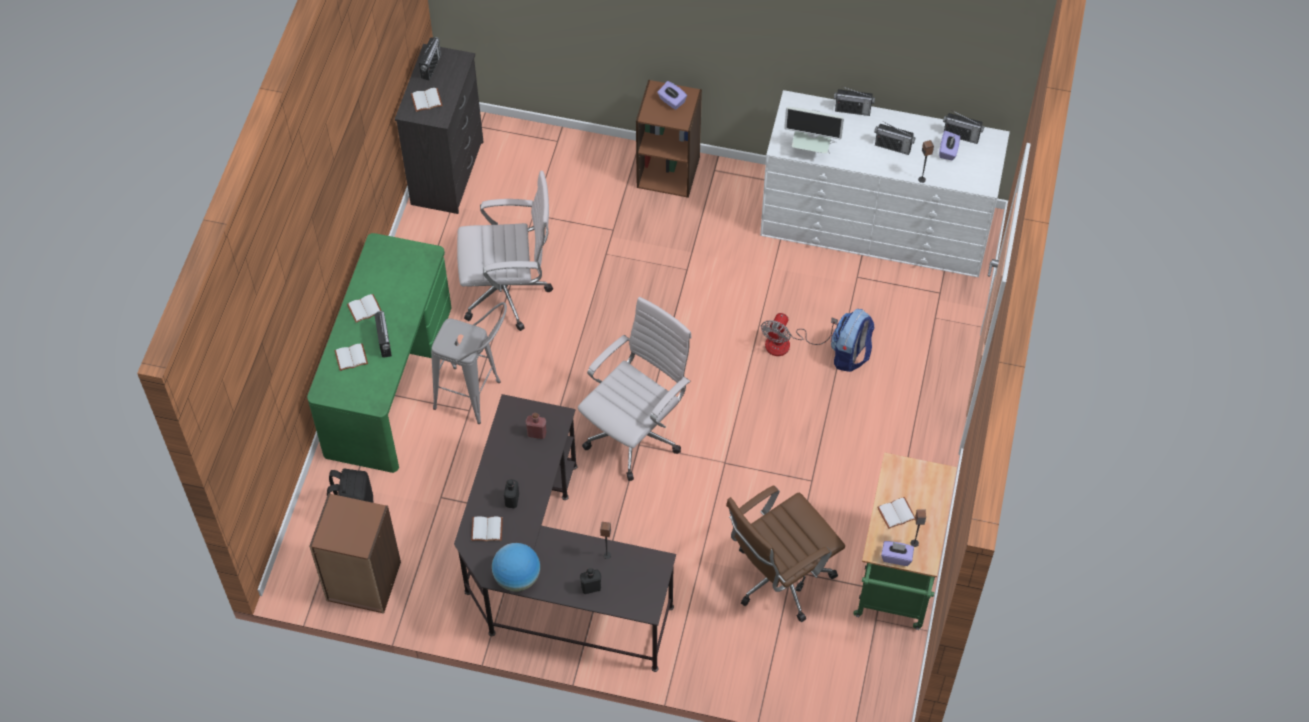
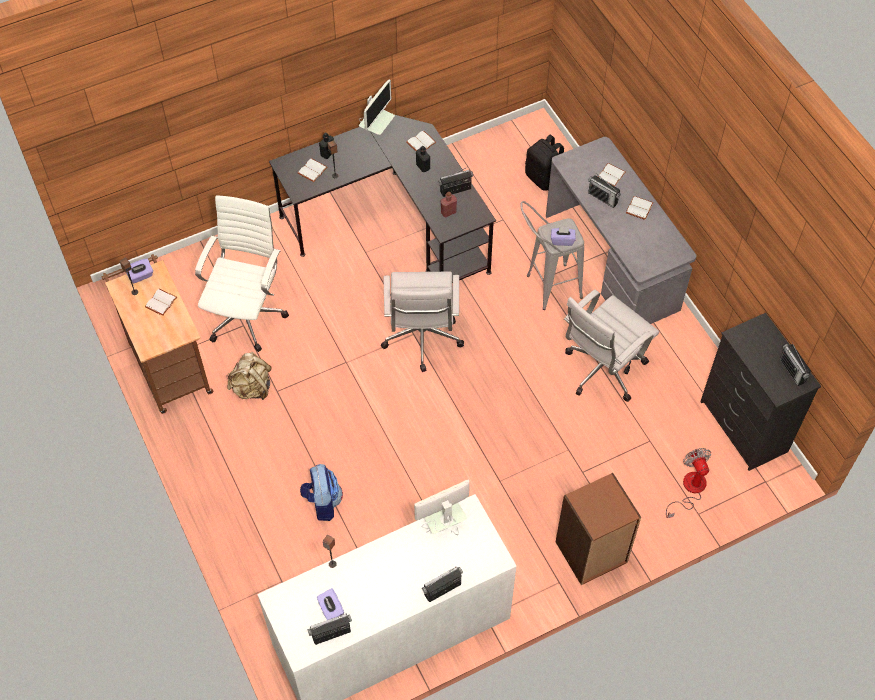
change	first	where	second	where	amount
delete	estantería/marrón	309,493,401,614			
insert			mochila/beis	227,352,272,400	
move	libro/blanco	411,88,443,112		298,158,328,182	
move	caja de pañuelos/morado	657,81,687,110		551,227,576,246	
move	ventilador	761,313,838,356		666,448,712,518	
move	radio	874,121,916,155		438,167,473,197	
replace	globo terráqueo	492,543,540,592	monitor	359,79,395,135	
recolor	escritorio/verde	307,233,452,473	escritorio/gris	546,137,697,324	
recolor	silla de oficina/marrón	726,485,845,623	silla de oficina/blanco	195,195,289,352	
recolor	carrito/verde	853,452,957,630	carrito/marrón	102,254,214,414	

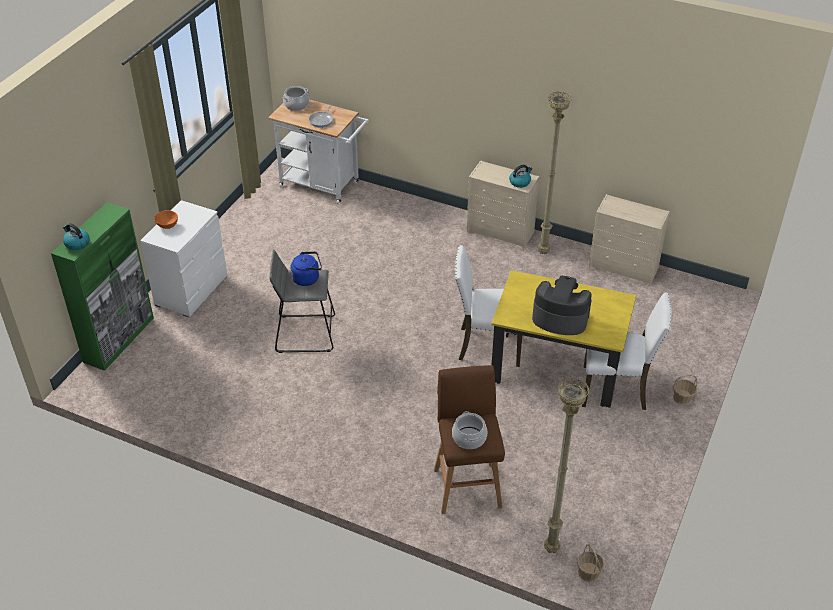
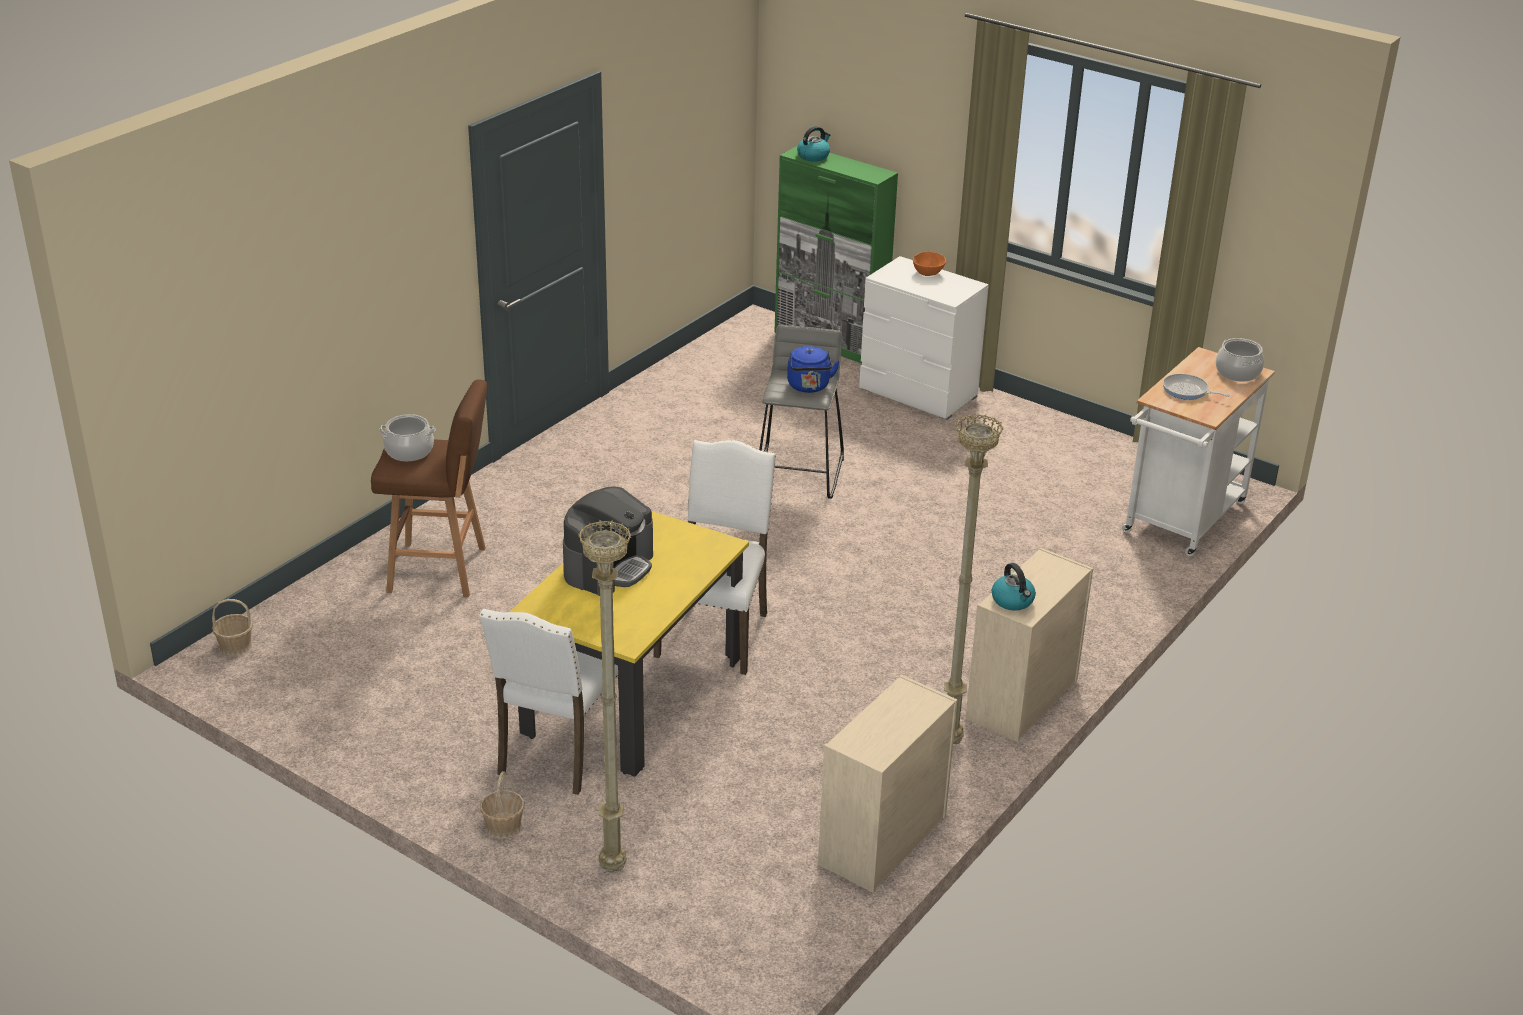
change	first	where	second	where	amount
move	lámpara de pie/beis	544,377,590,553		578,520,632,873	

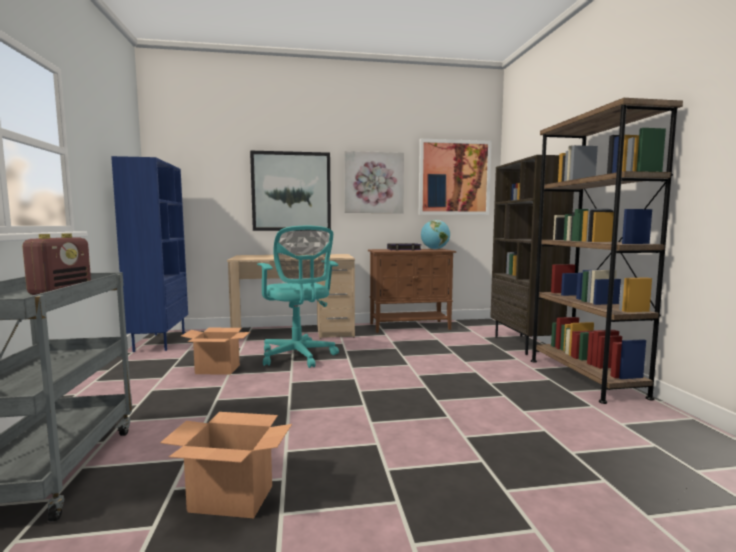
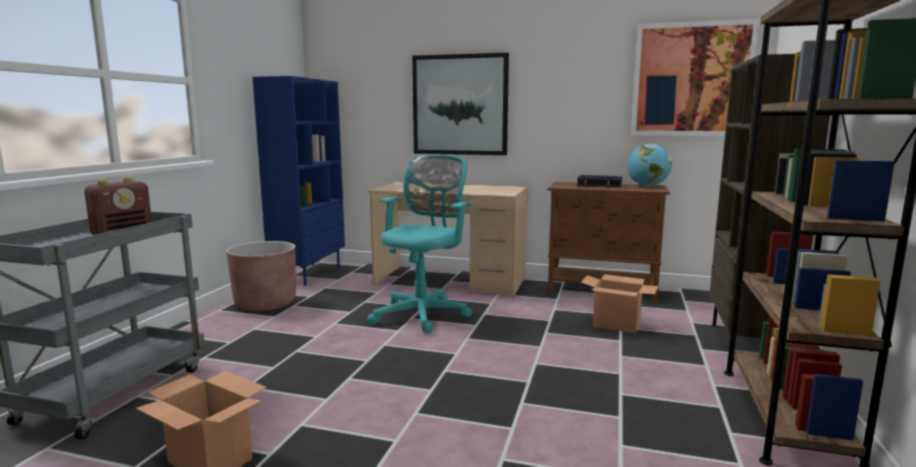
change	first	where	second	where	amount
delete	cuadro	344,151,404,213			
insert			maceta/marrón	226,241,296,312	
move	caja de cartón	181,328,250,375		581,274,658,333	
rotate	silla de oficina/turquesa	257,226,339,368		367,154,473,333	150 degrees counterclockwise

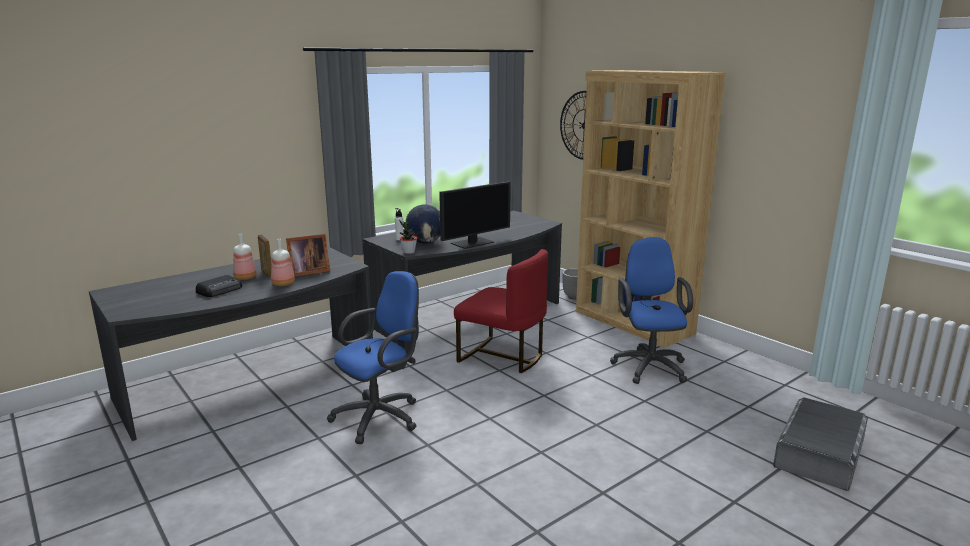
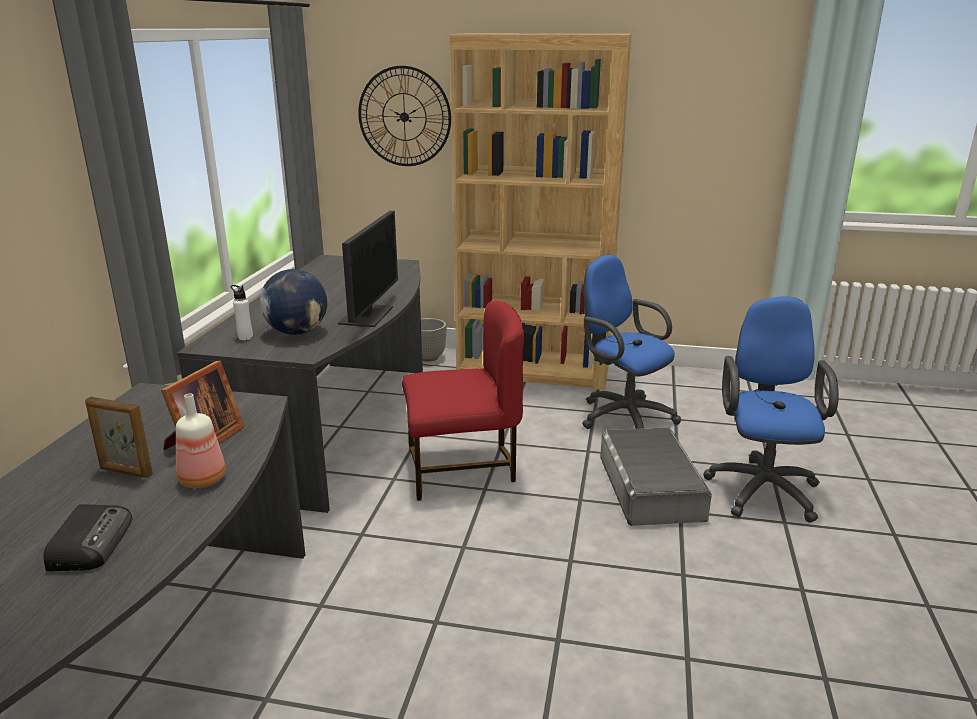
change	first	where	second	where	amount
delete	botella	233,234,257,280			
delete	planta en maceta	399,220,417,254			
move	silla de oficina/azul	327,271,419,444		703,297,839,523	
move	caja de almacenaje/gris	773,397,868,491		600,428,712,526	

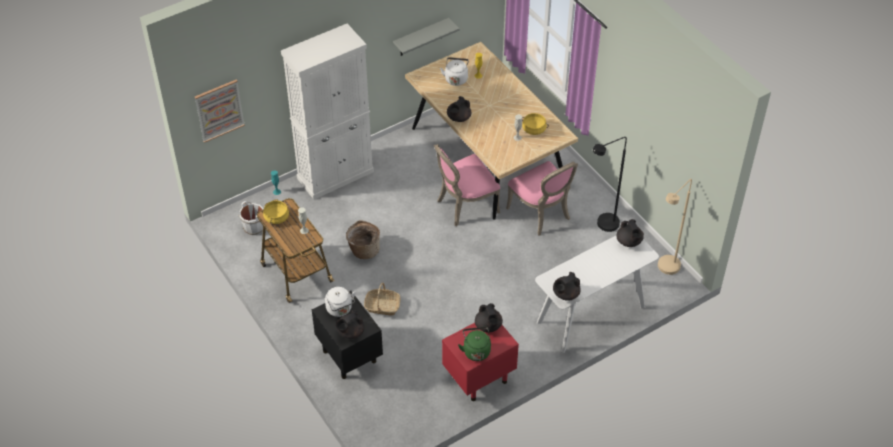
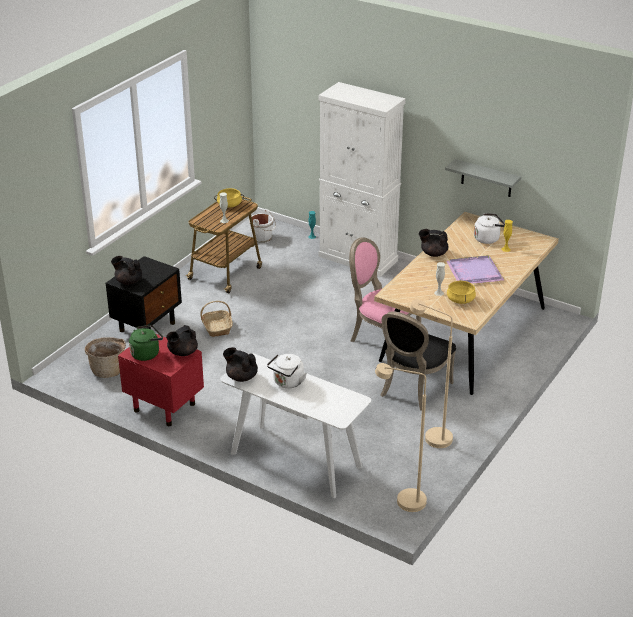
change	first	where	second	where	amount
delete	cuadro	194,80,245,143			
delete	tetera/negro	616,219,644,247			
insert			bandeja/morado	446,255,504,284	
move	hervidor/blanco	325,287,355,317		267,354,307,388	
move	cesta	346,220,380,259		85,337,126,378	
recolor	silla/rosa	506,161,578,235	silla/negro	381,311,456,410	
recolor	lámpara de pie/negro	593,137,627,232	lámpara de pie/beis	410,299,453,448	

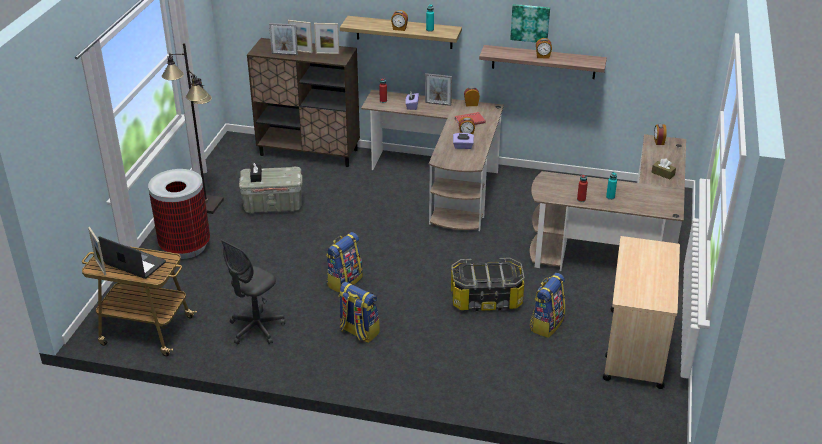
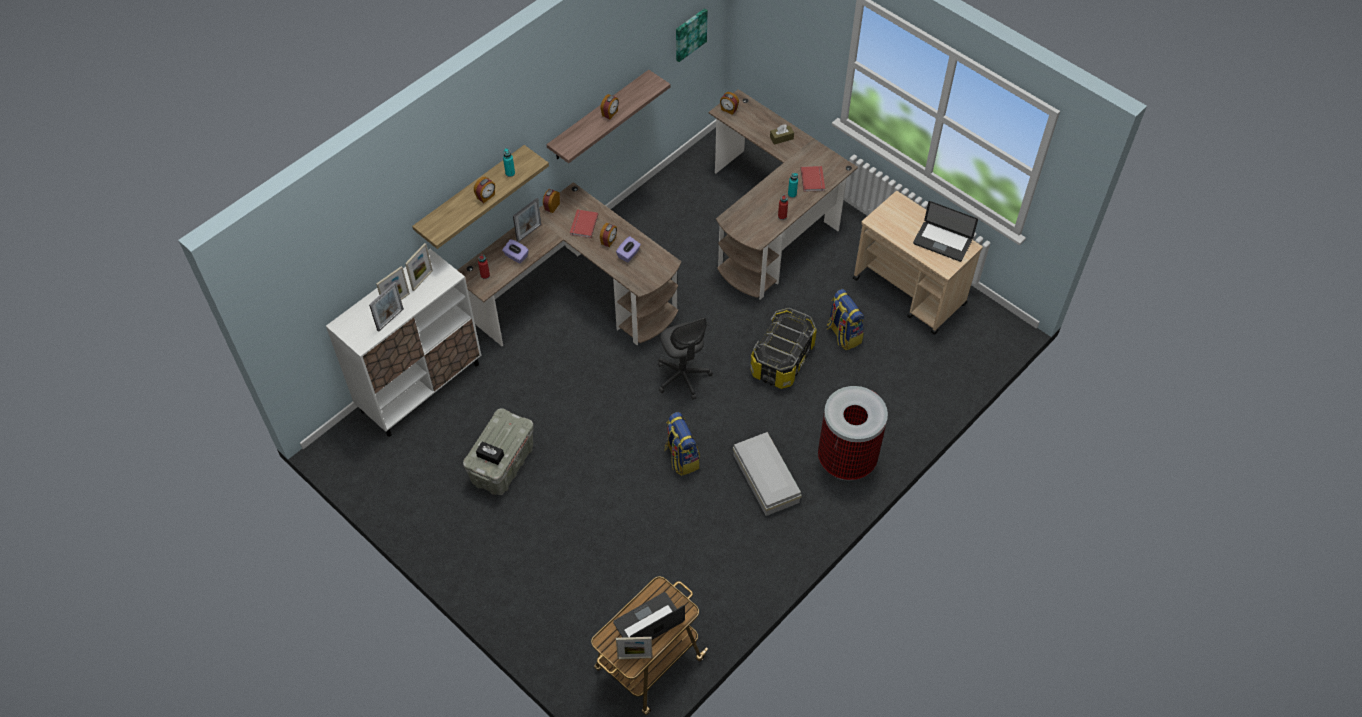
change	first	where	second	where	amount
delete	lámpara de pie/negro	162,43,224,214			
insert			libro/rojo	801,166,825,191	
insert			portátil	913,201,978,262	
move	papelera	148,169,210,259		818,386,888,481	
move	silla de oficina/gris	221,240,285,345		658,318,713,400	
move	cuadro	510,4,550,42		676,8,708,62	
replace	mochila	339,282,380,343	caja de almacenaje/blanco	733,432,802,516	
recolor	armario/marrón	247,38,360,167	armario/blanco	326,249,481,437	

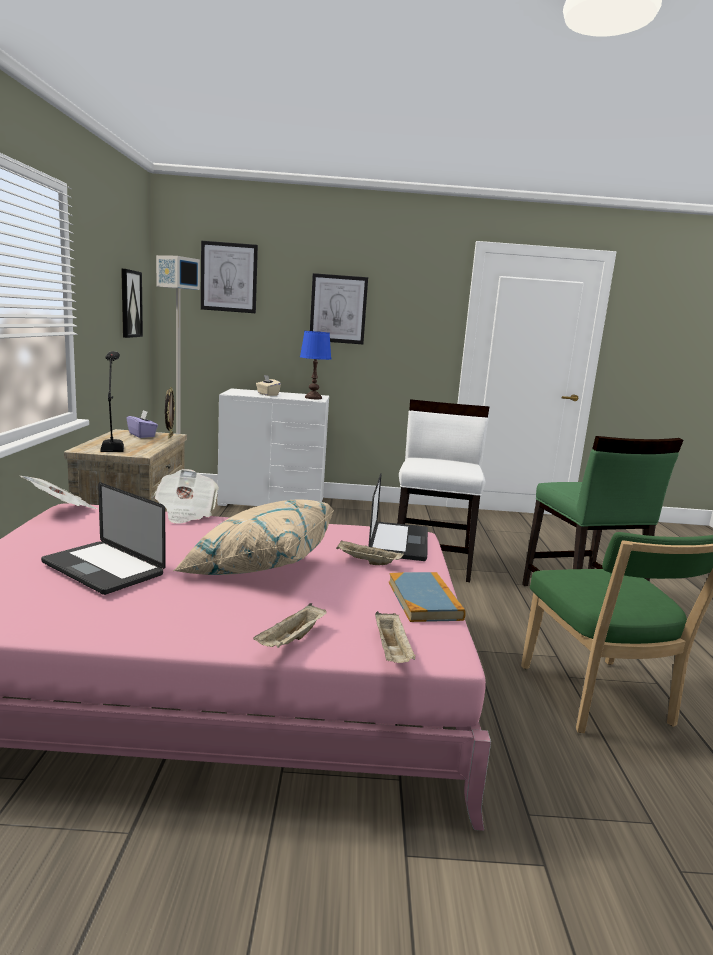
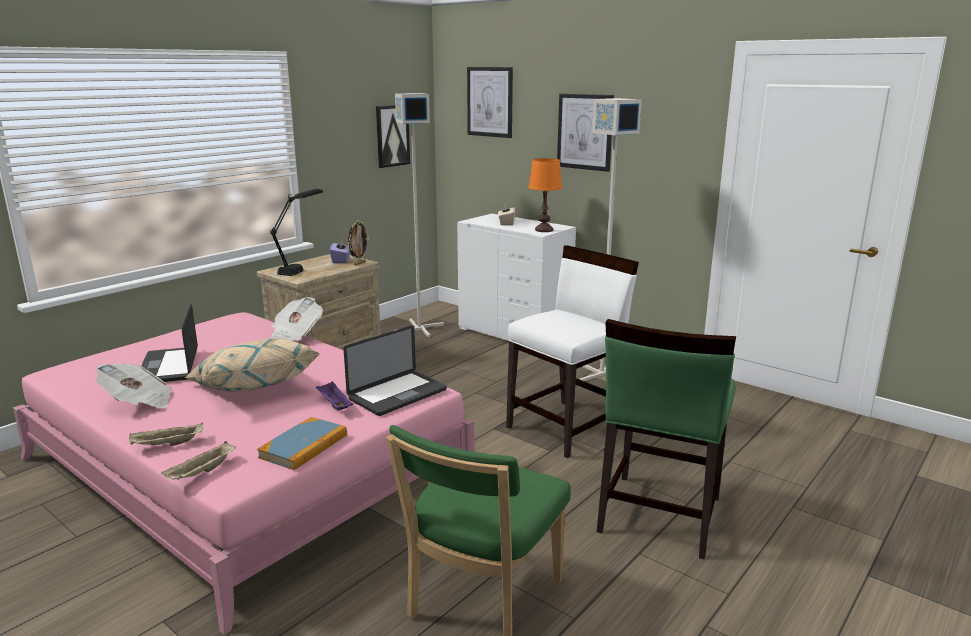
change	first	where	second	where	amount
insert			lámpara de pie/gris	580,98,642,381	
move	periódico	20,476,97,509		96,363,172,408	
recolor	lámpara de mesa/azul	300,331,331,399	lámpara de mesa/naranja	528,158,562,232	
recolor	bandeja/beis	336,540,404,565	bandeja/morado	316,381,353,410	

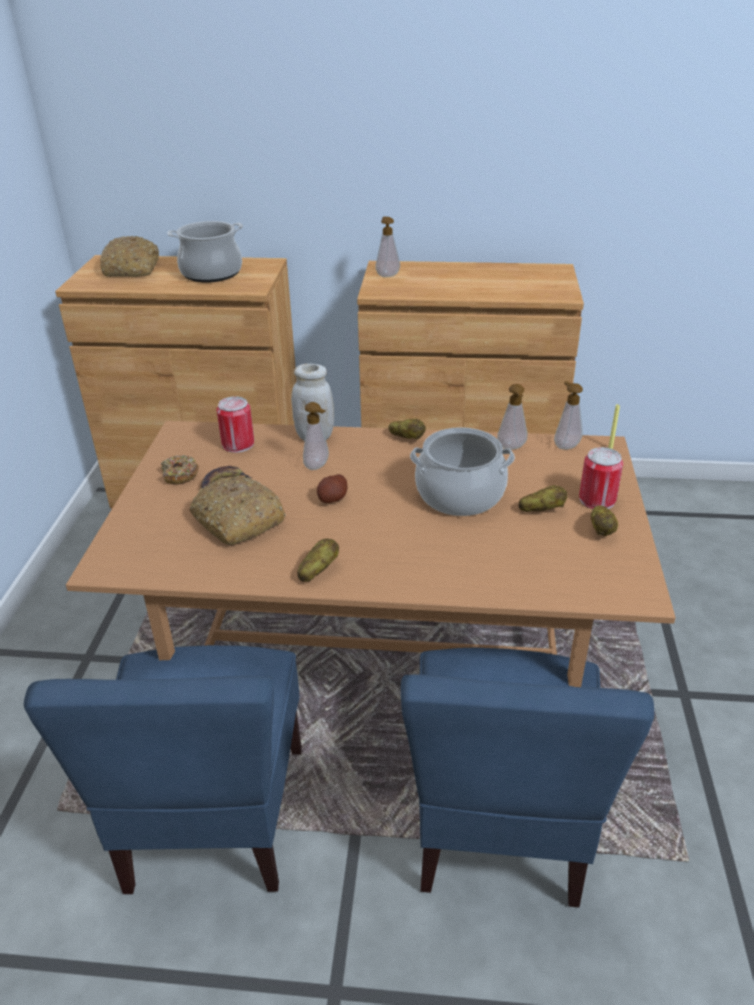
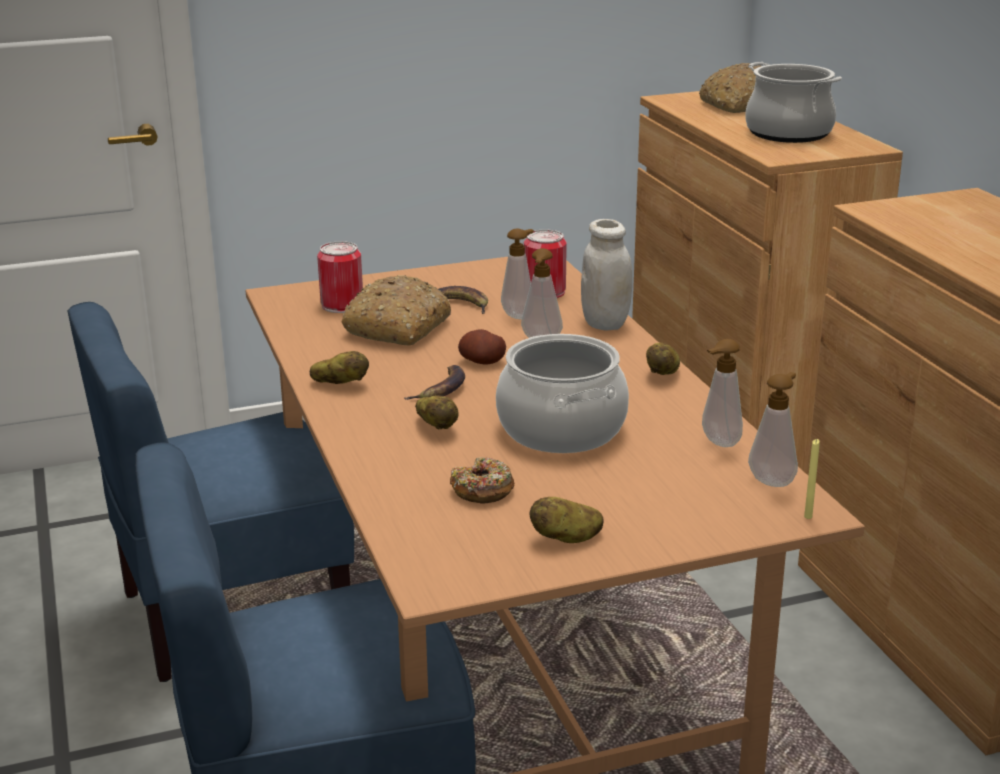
change	first	where	second	where	amount
insert			plátano	404,365,465,400	
move	rosquilla	161,455,199,485		450,457,515,503	
move	dispensador de jabón	375,217,400,277		501,228,534,319	
move	patata	519,485,567,512		415,395,459,429	
move	lata	579,447,623,509		317,241,363,313	

